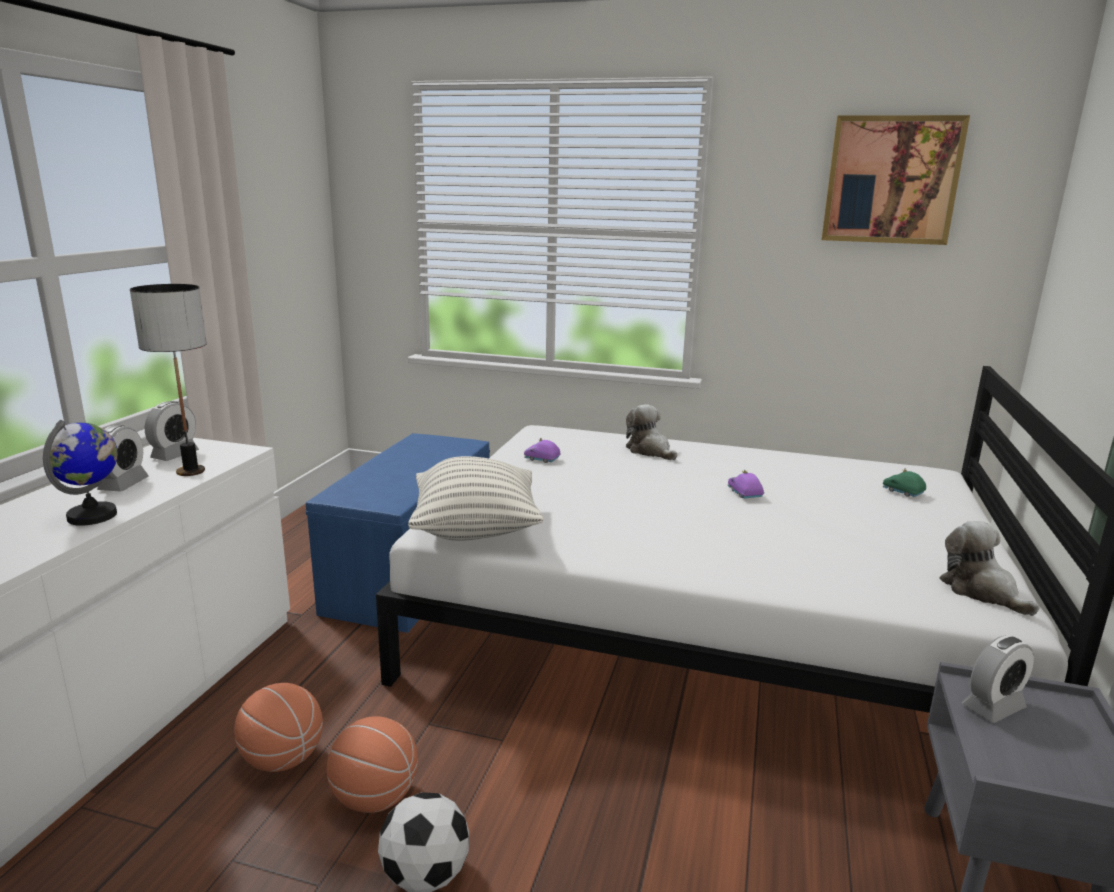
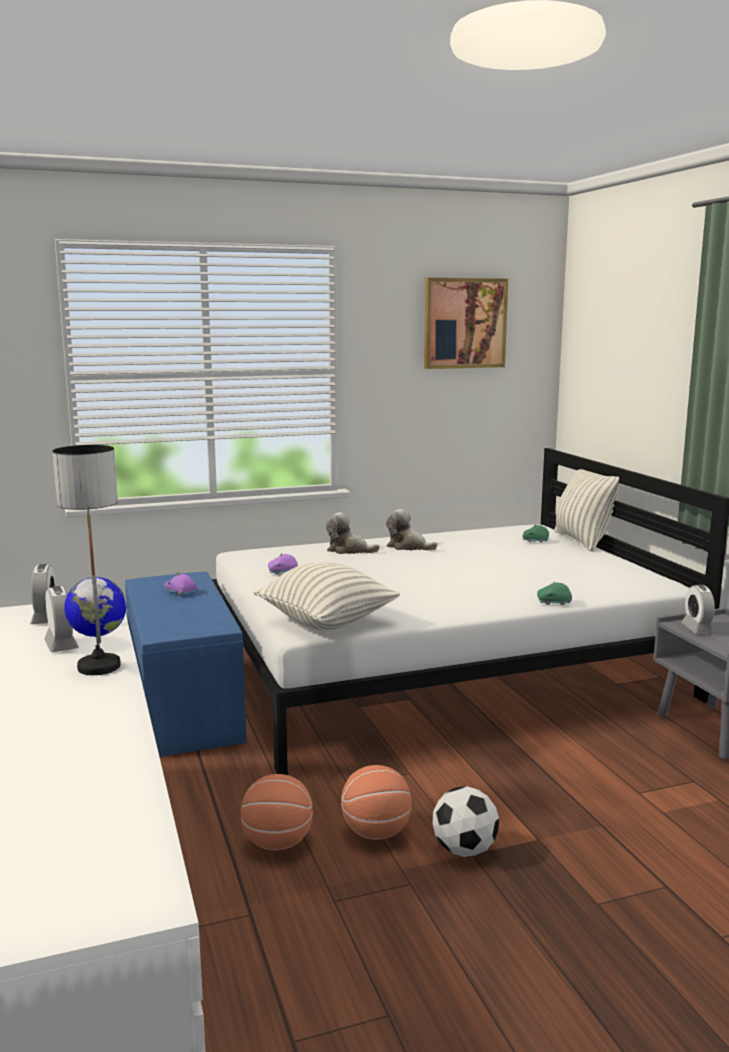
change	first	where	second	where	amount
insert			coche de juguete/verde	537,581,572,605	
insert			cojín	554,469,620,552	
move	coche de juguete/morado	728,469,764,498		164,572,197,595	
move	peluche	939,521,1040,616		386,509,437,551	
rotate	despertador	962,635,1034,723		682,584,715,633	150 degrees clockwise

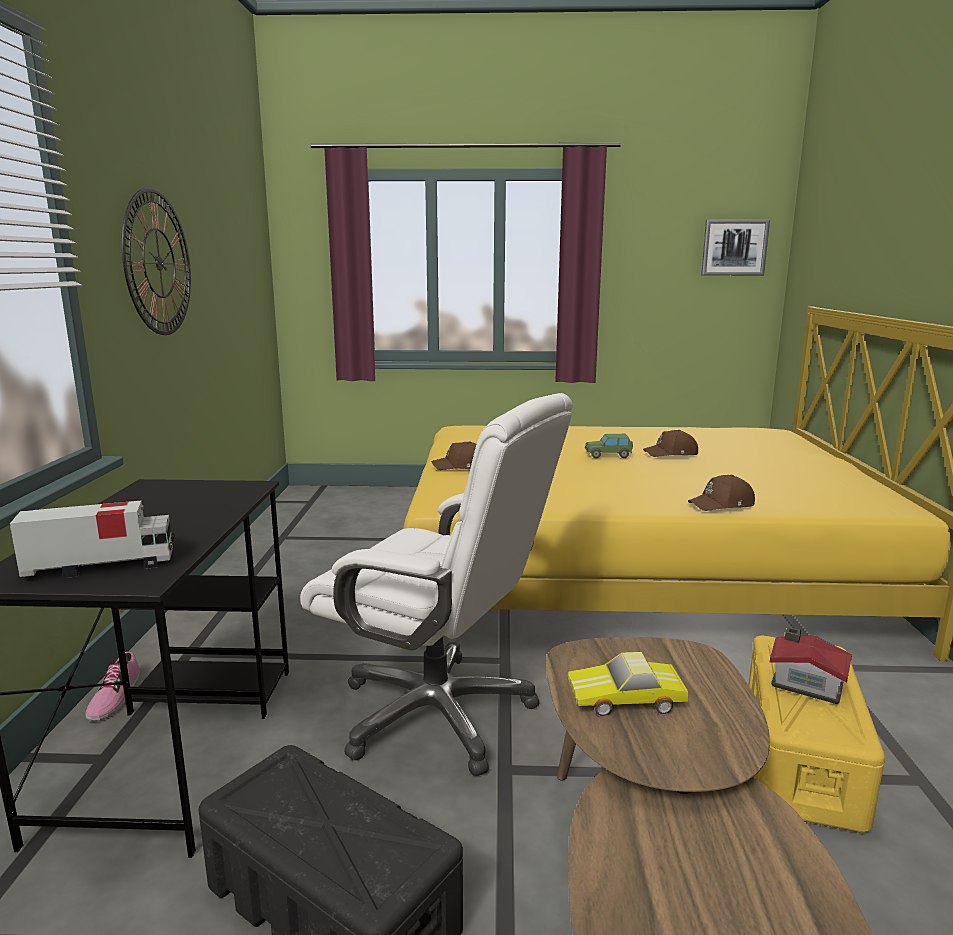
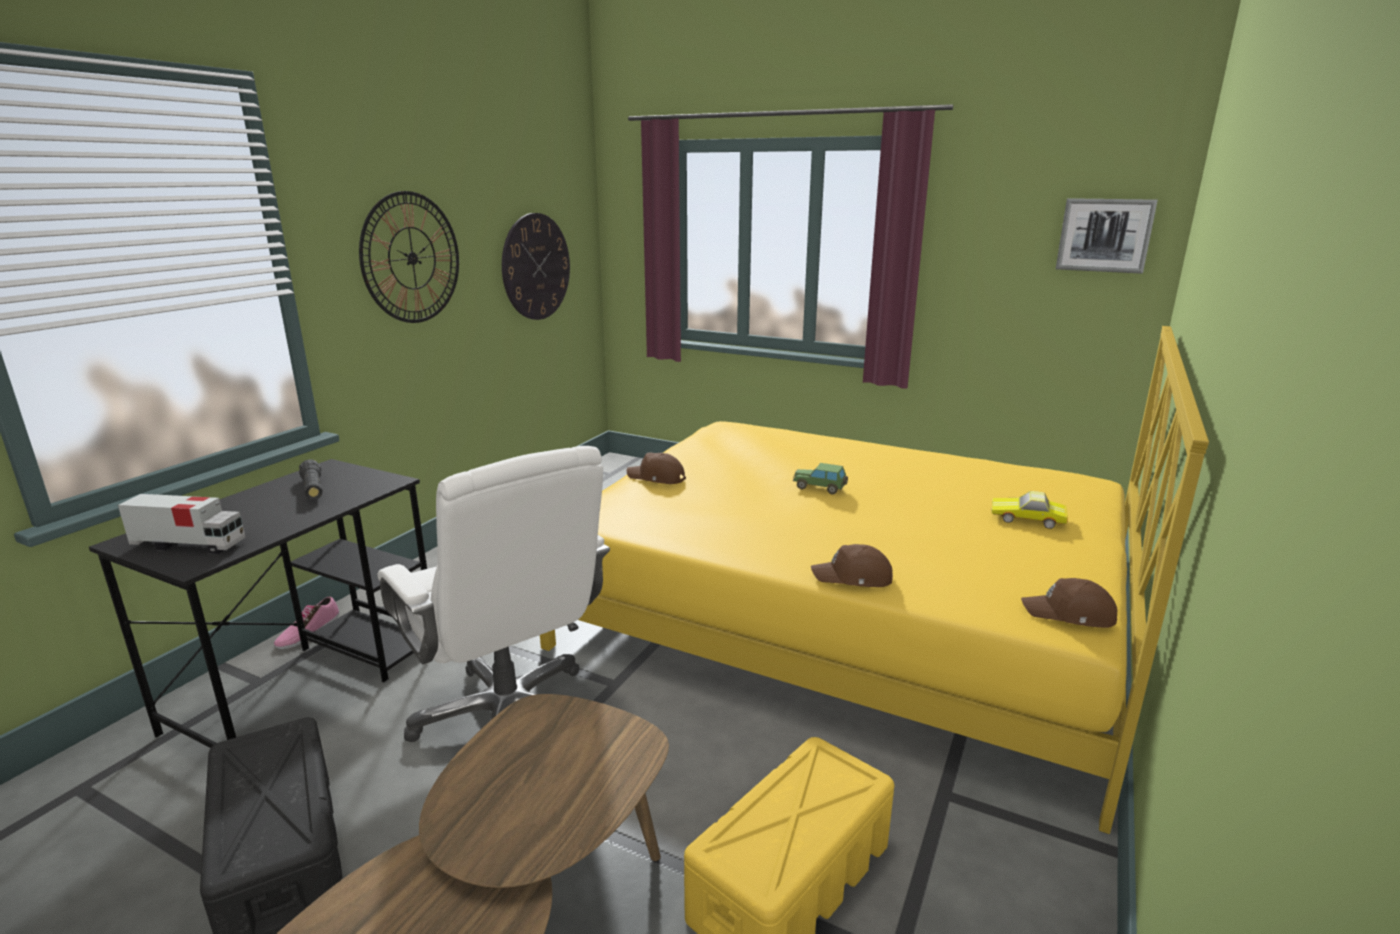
change	first	where	second	where	amount
delete	casita	770,627,852,704			
insert			linterna/negro	299,459,322,499	
insert			reloj de pared	502,213,570,320	
move	coche de juguete	568,652,688,716		991,491,1068,529	
move	gorra/marrón	643,430,698,457		1021,578,1117,628	

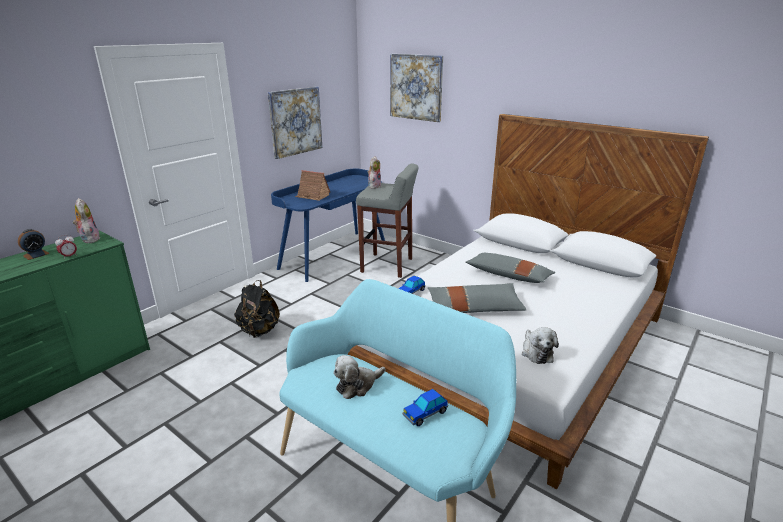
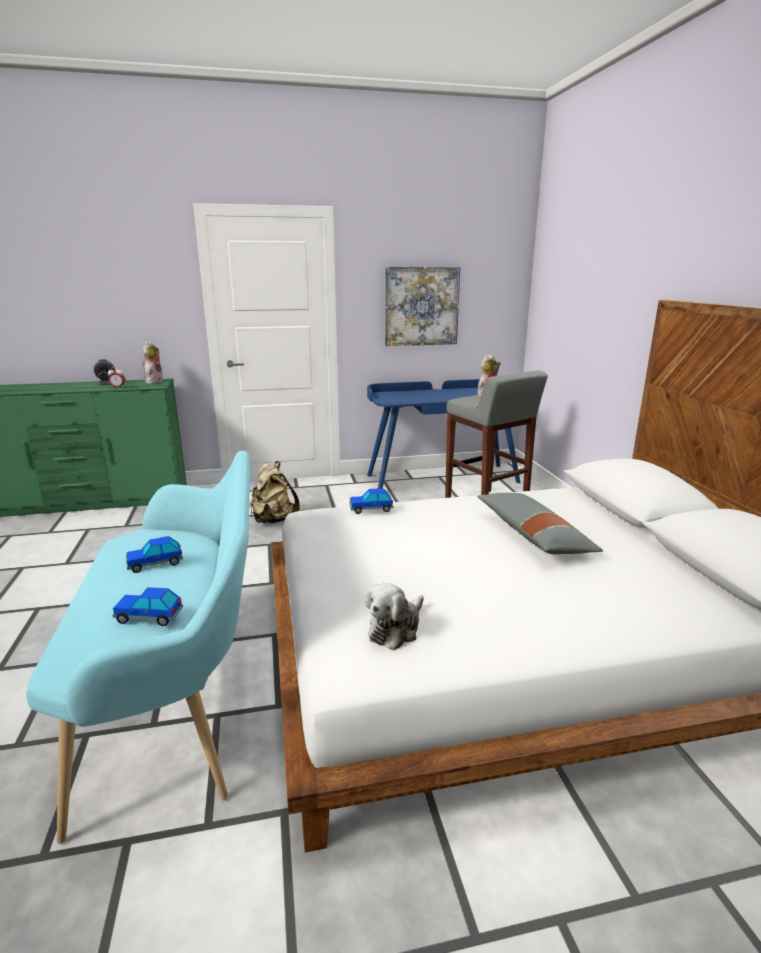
change	first	where	second	where	amount
delete	casita	295,170,330,201			
delete	cuadro	390,54,443,122			
delete	cojín/gris	428,283,527,313			
replace	peluche	333,355,385,399	coche de juguete	126,536,183,573	
recolor	mochila/negro	234,280,280,338	mochila/beis	250,461,300,524	

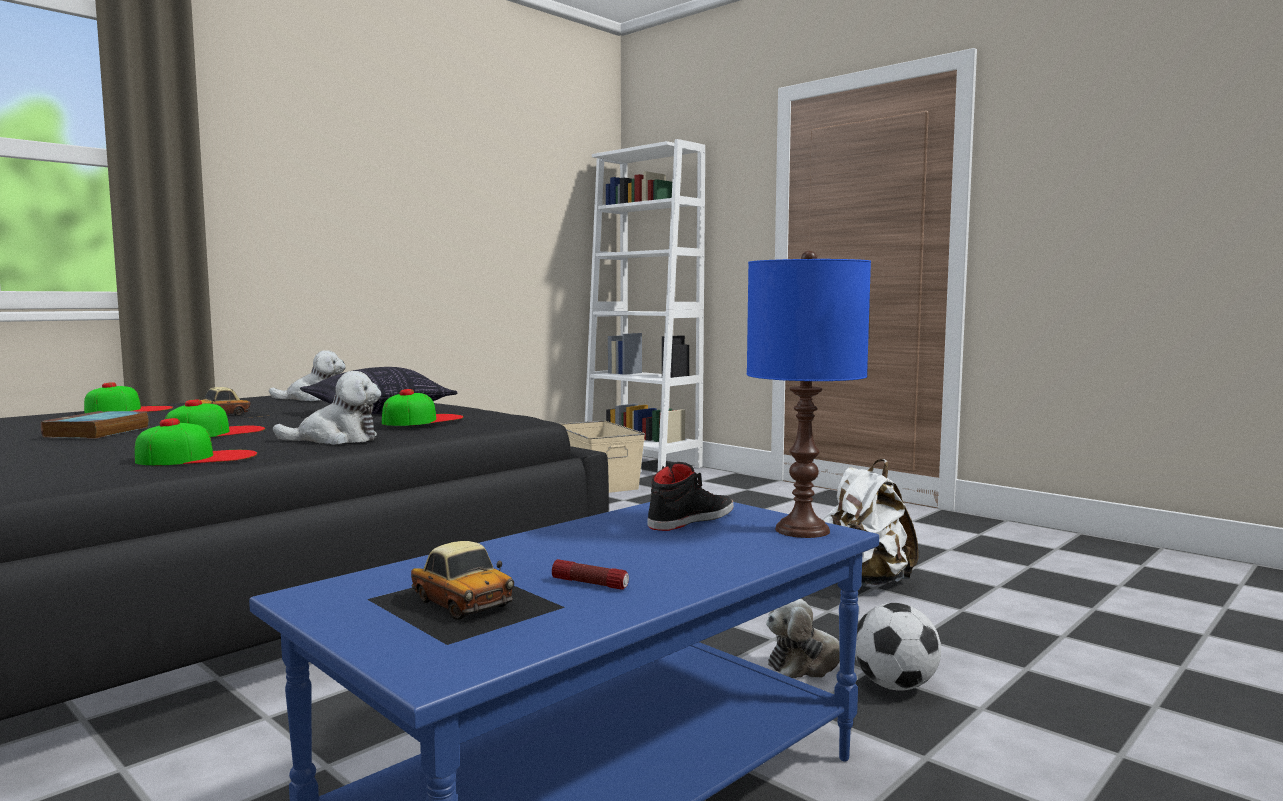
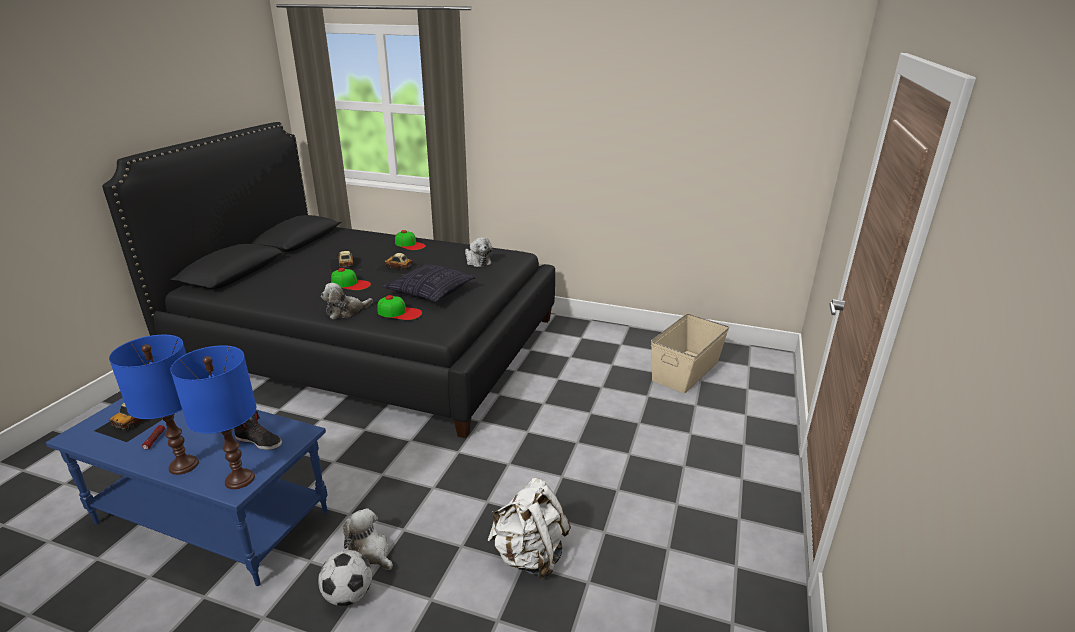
change	first	where	second	where	amount
delete	gorra	135,418,257,465			
delete	estantería/blanco	585,139,705,472			
insert			lámpara de mesa/azul	109,335,199,475	
replace	libro	40,411,149,439	coche de juguete	330,251,362,273	
rotate	peluche	273,371,381,445		321,283,373,319	90 degrees clockwise

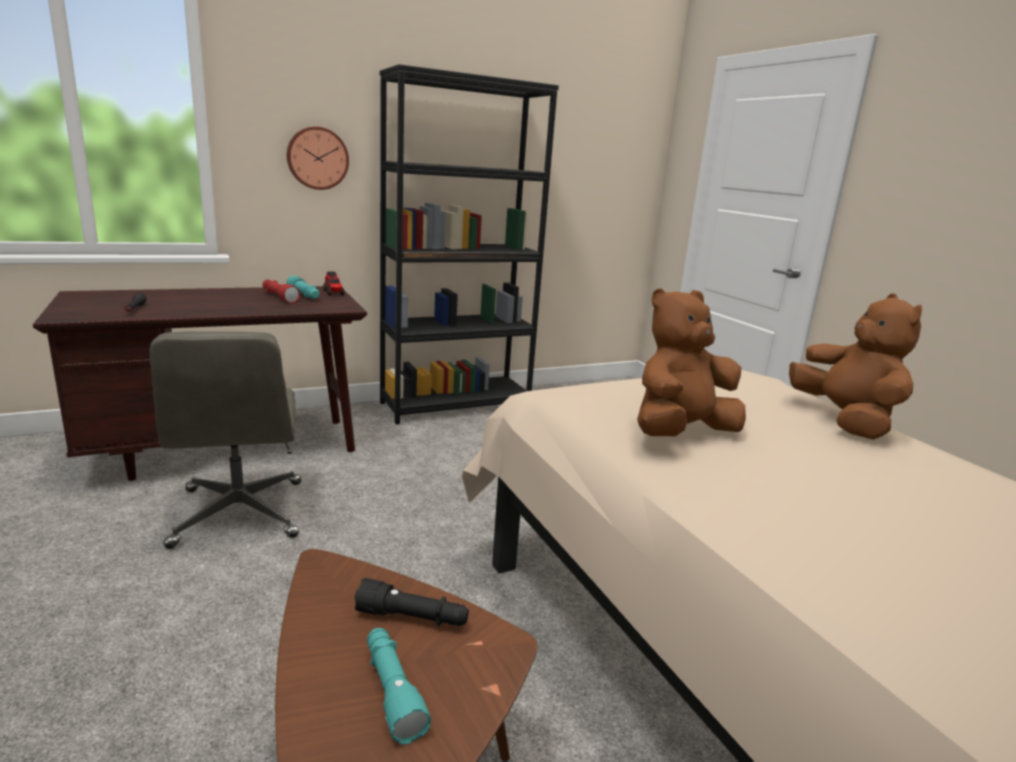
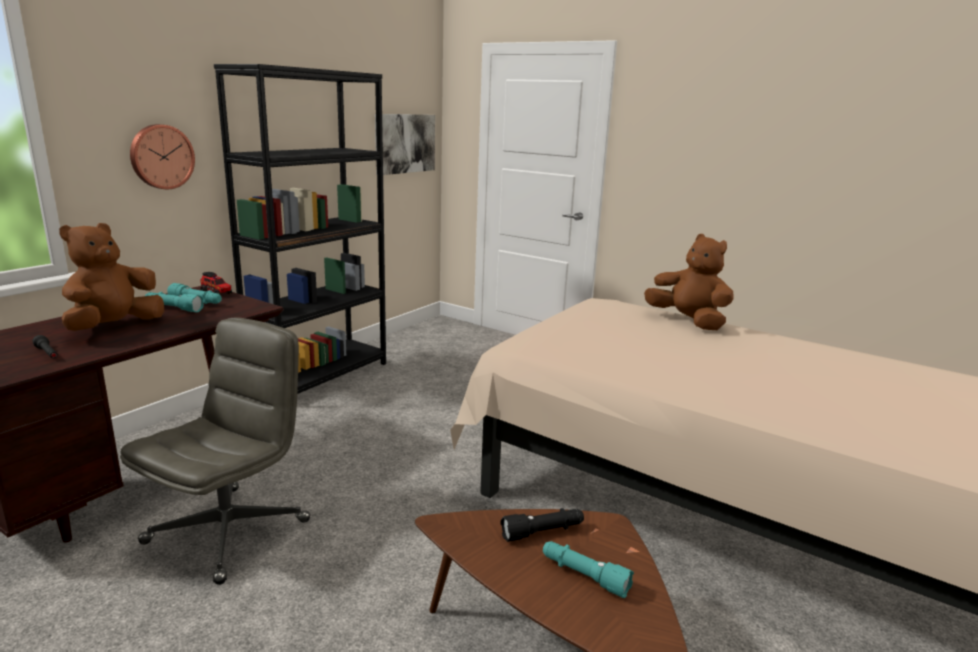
change	first	where	second	where	amount
insert			cuadro	375,114,435,175	
move	peluche/marrón	637,288,746,436		59,223,164,331	
recolor	linterna/rojo	263,280,300,303	linterna/turquesa	145,292,204,312	
rotate	silla de oficina/gris	150,331,301,549		120,317,310,585	105 degrees counterclockwise

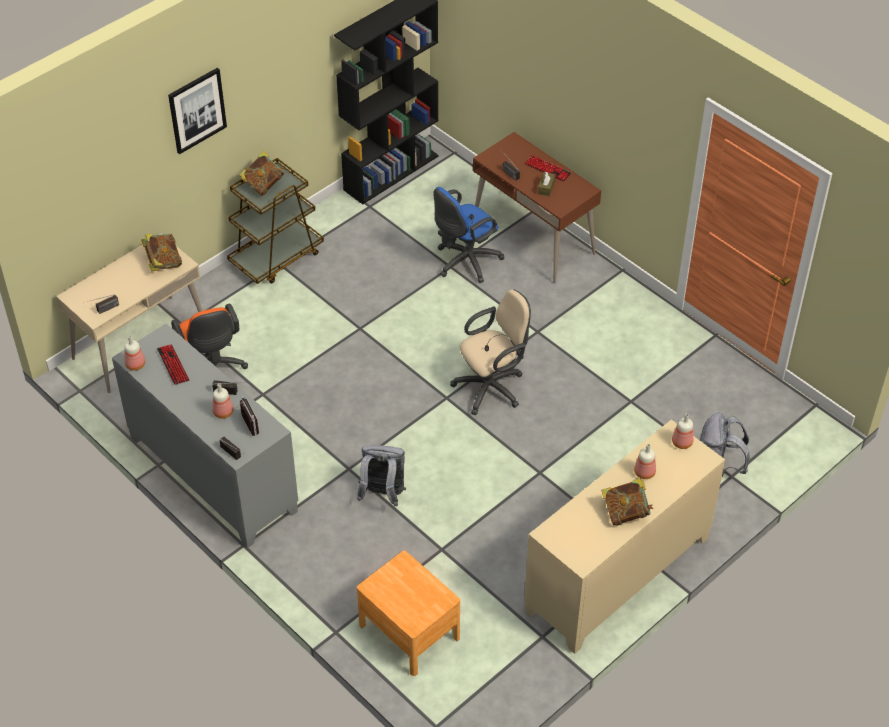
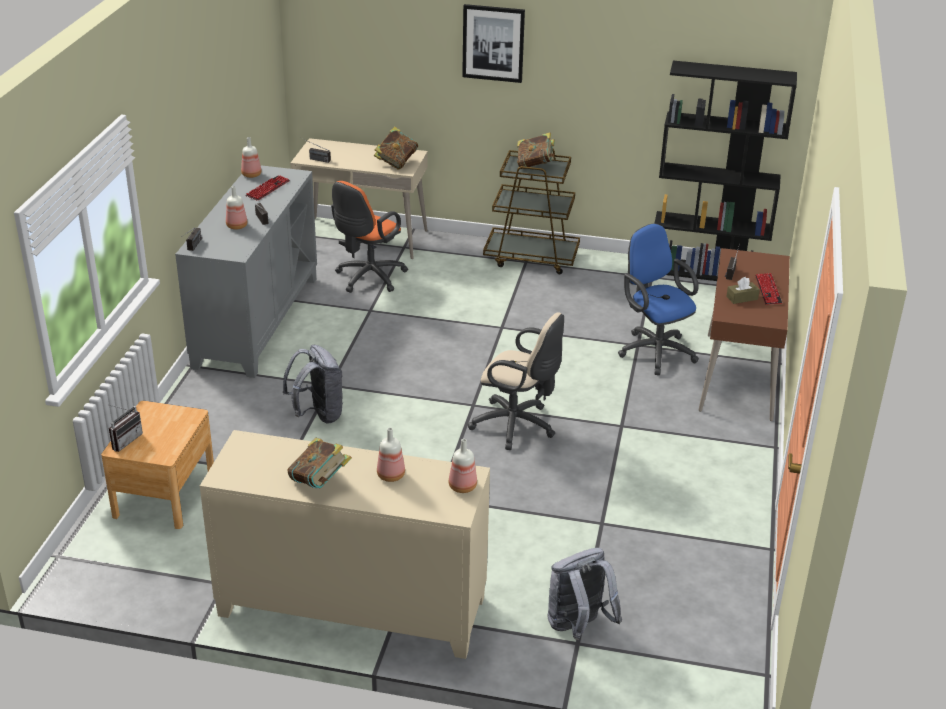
change	first	where	second	where	amount
move	radio	237,396,259,436		109,405,143,452	
rotate	silla de oficina/azul	434,187,505,283		618,224,699,375	45 degrees clockwise

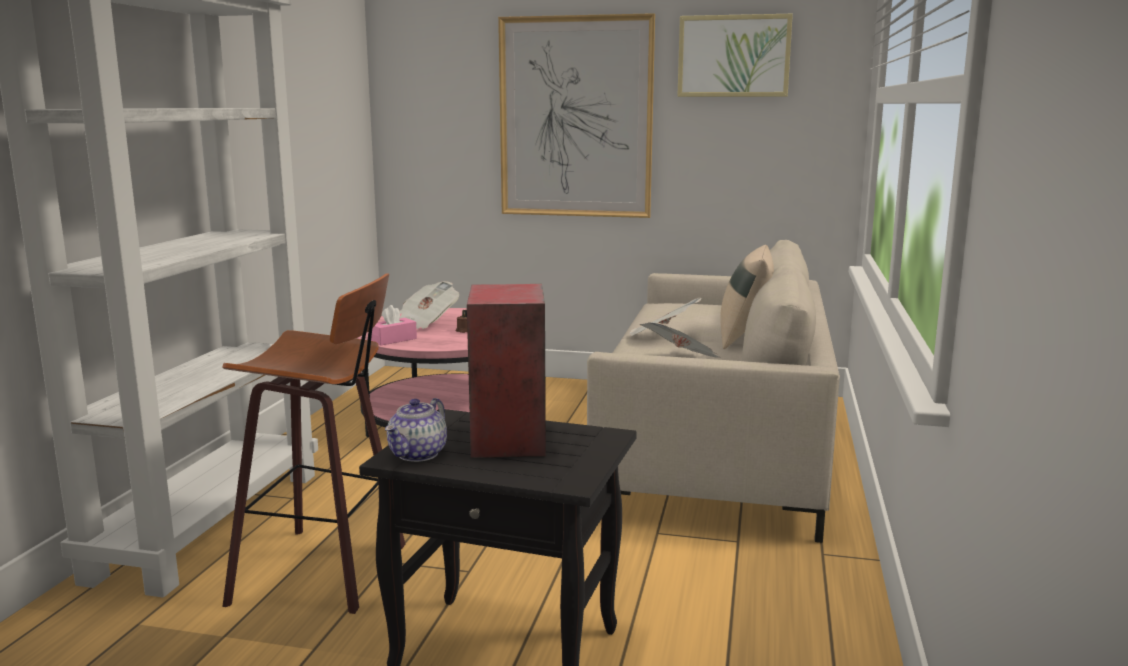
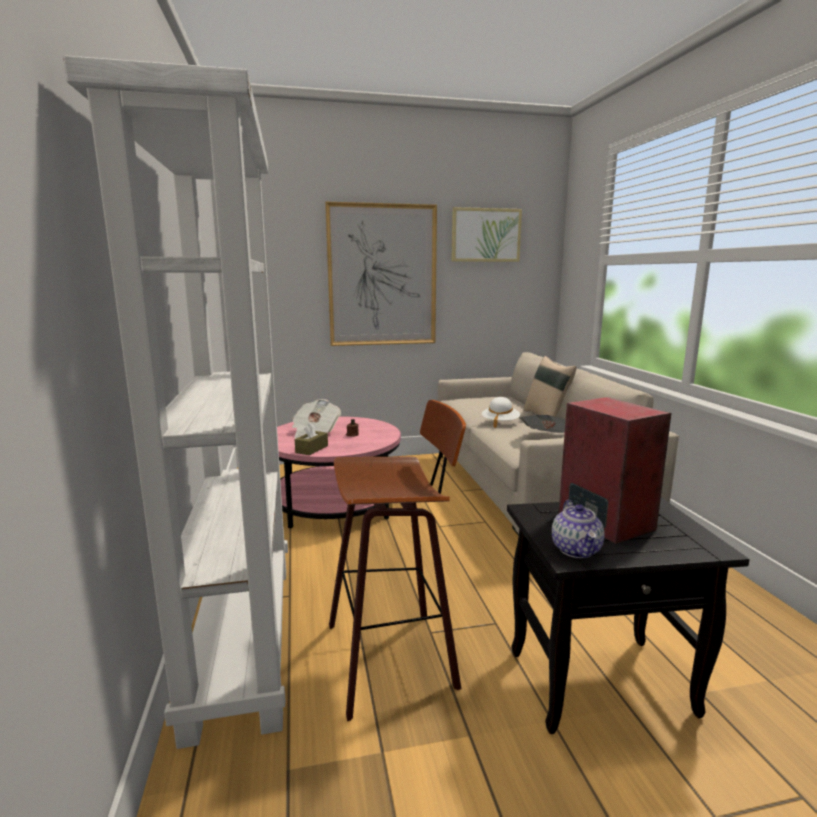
change	first	where	second	where	amount
replace	periódico	630,298,701,336	sombrero/blanco	482,397,520,428	
recolor	caja de pañuelos/rosa	371,305,417,345	caja de pañuelos/marrón	295,422,328,455	

